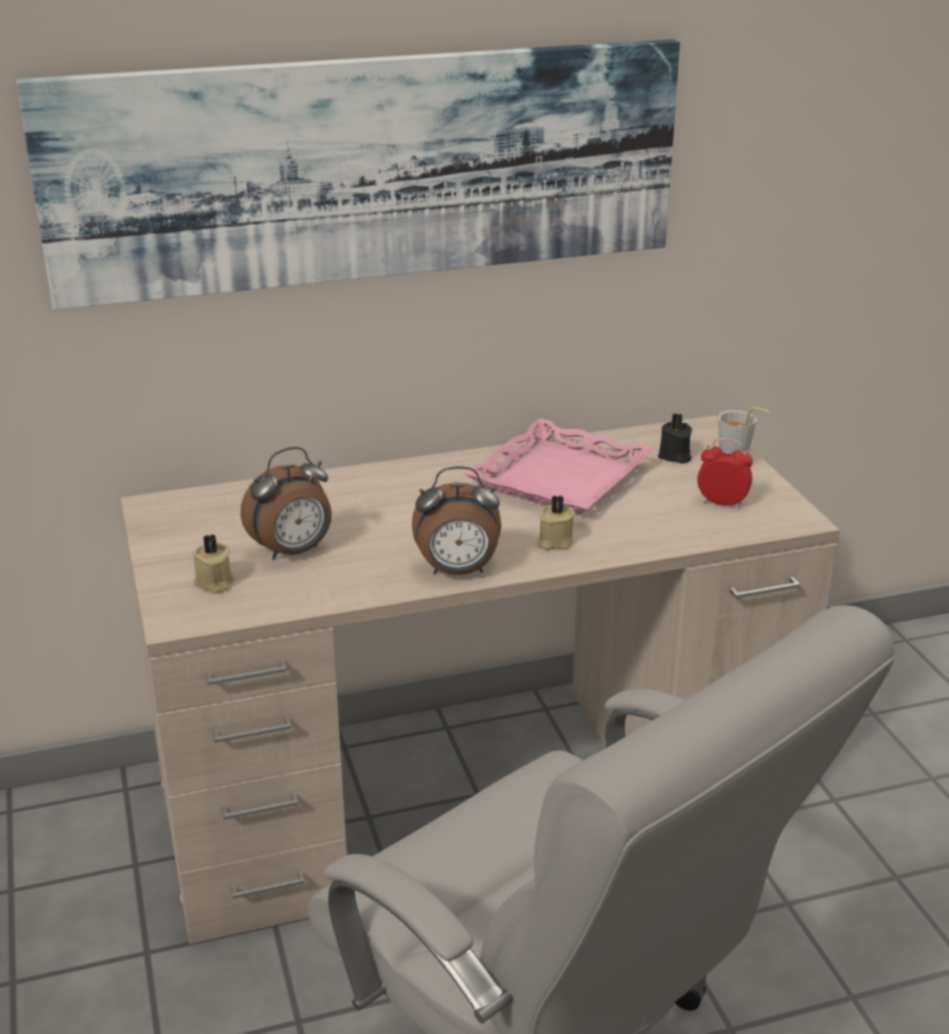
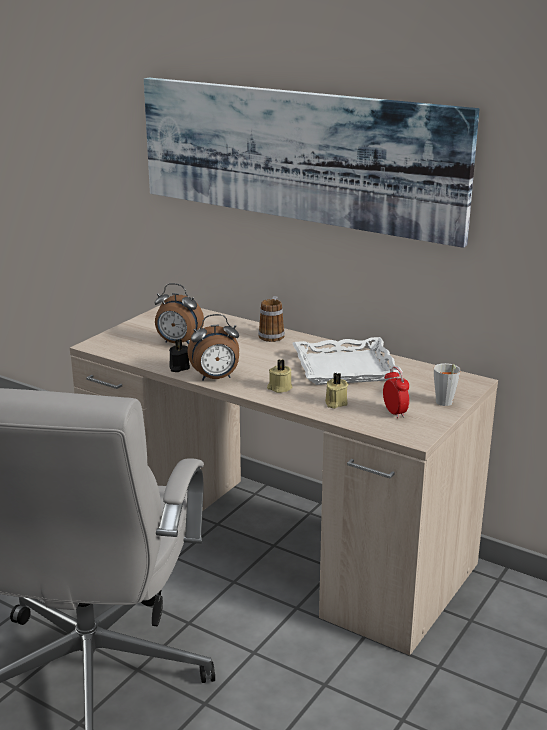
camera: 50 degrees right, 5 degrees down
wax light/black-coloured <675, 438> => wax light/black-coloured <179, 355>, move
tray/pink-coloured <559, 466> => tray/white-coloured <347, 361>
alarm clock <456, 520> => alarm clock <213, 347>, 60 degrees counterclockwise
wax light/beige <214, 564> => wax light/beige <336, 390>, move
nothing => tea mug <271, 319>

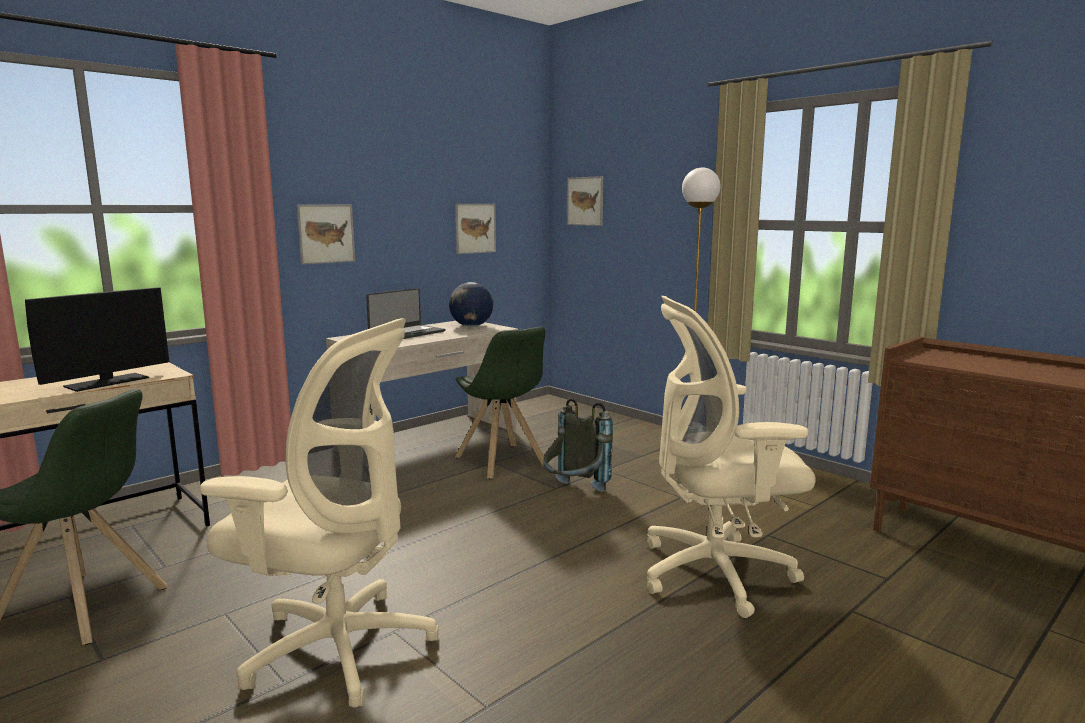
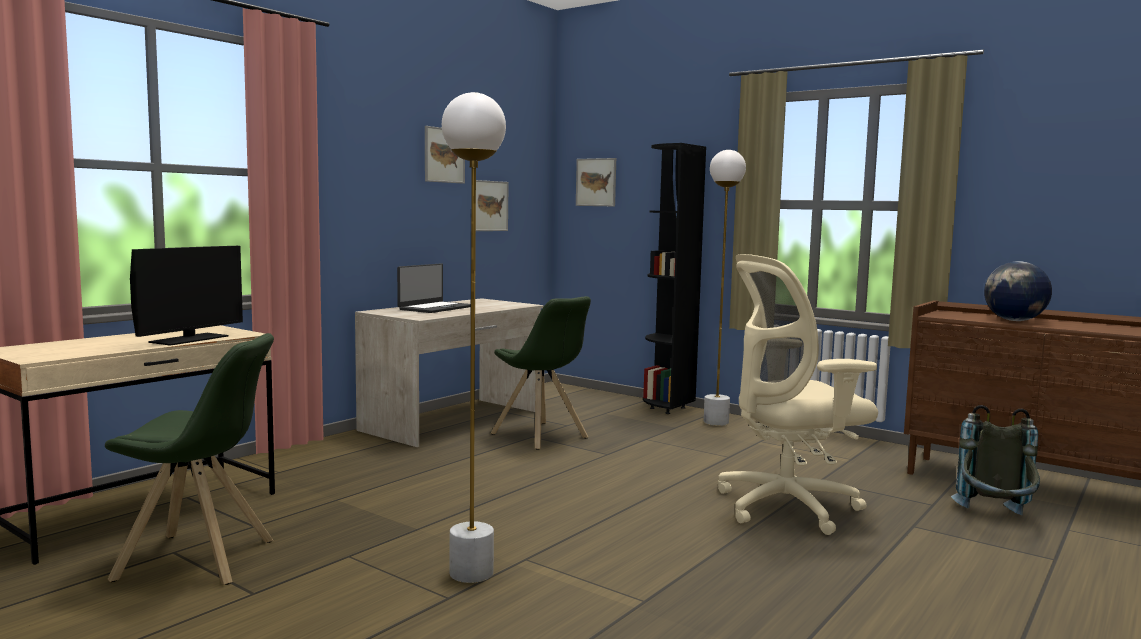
camera: 10 degrees left, 5 degrees down
wall picture <326, 234> => wall picture <445, 155>, move
globe <471, 304> => globe <1018, 291>, move
computer chair/beige <319, 512> => standing lamp/white-coloured <474, 337>
rucksack/greyish <578, 445> => rucksack/greyish <995, 460>, move
nothing => shelving unit/black-coloured <674, 278>

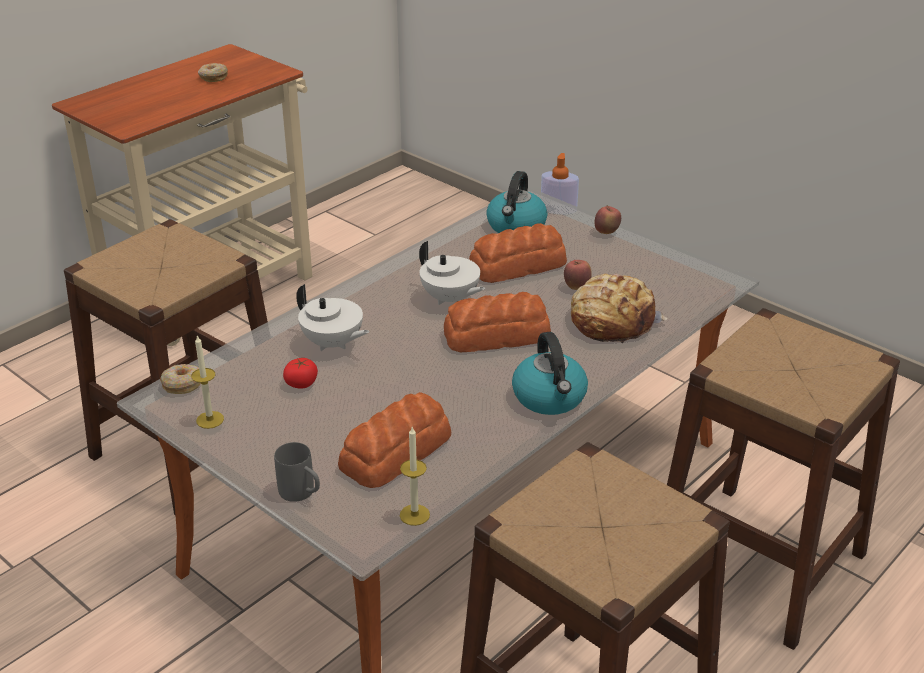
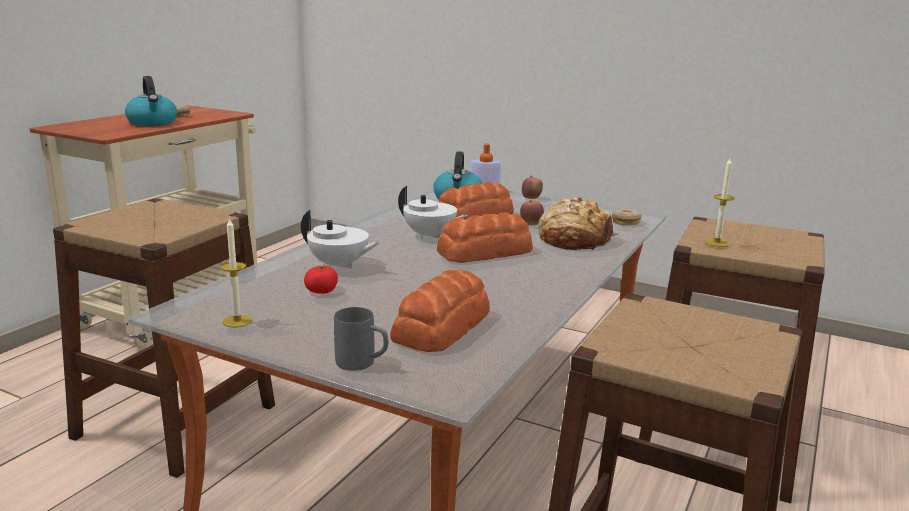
camera: 15 degrees left, 15 degrees down
kettle <550, 373> => kettle <151, 101>, move
donut <180, 379> => donut <627, 217>, move
wax light <415, 476> => wax light <720, 202>, move

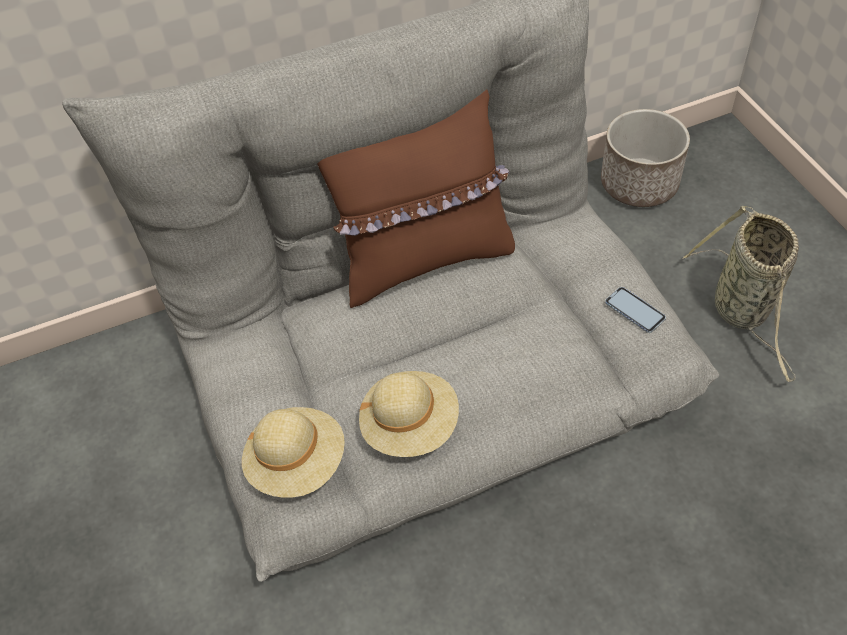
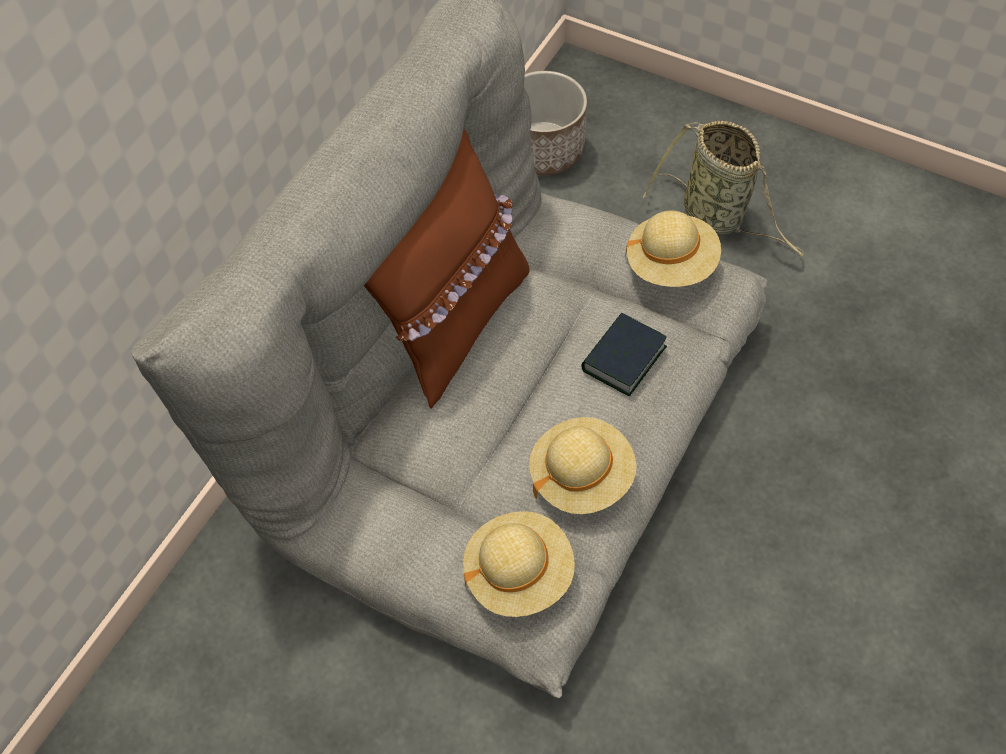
camera: 40 degrees left, 5 degrees up
handset <635, 310> => hat/beige <673, 248>
nothing => book <624, 354>

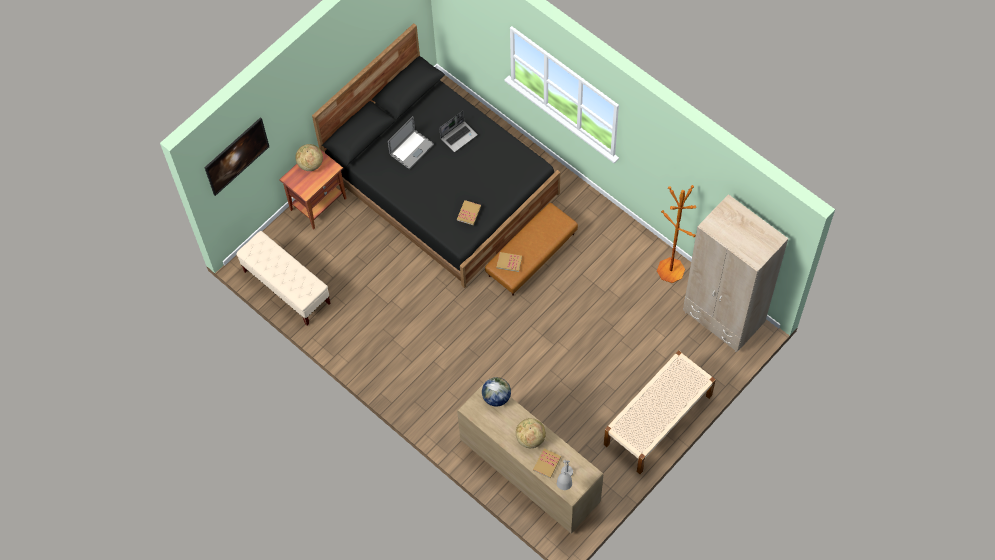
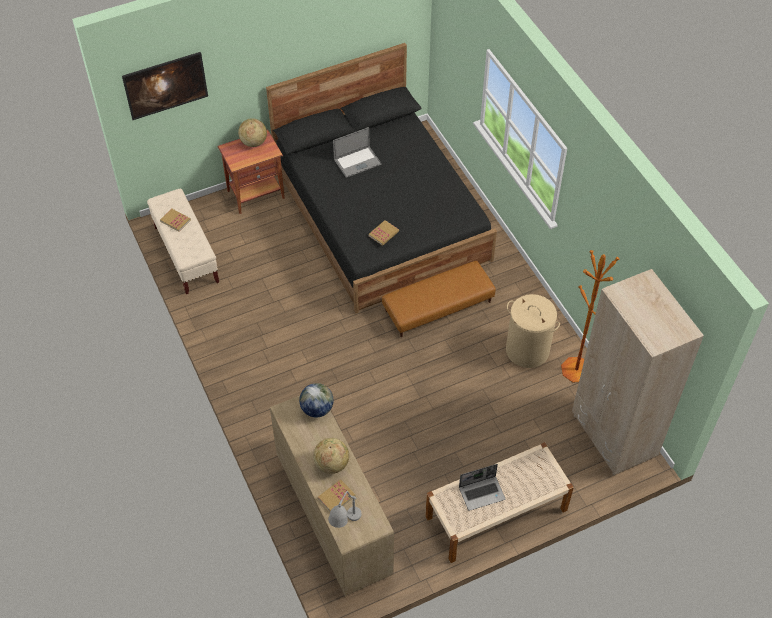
camera: 20 degrees right, 10 degrees down
portable computer <458, 131> => portable computer <482, 487>, move
book <509, 262> => book <175, 220>, move
nothing => washing basket/beige <533, 331>

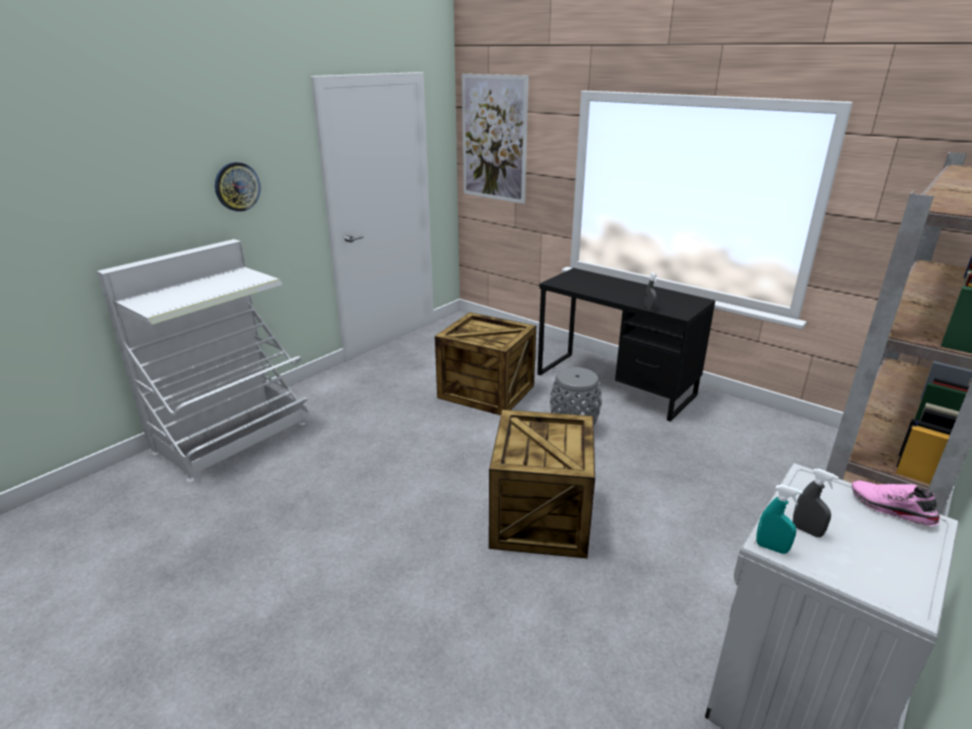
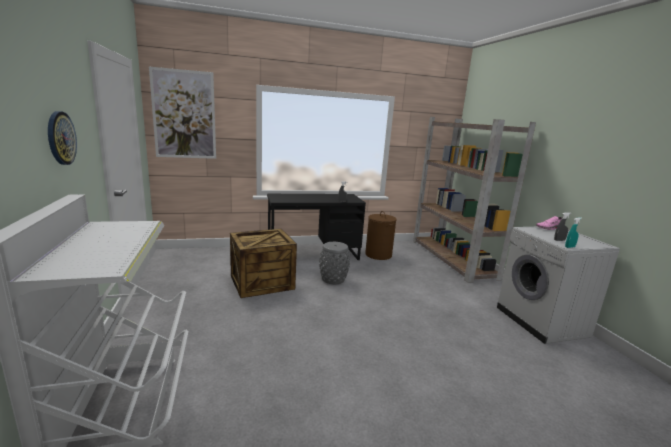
camera: 55 degrees left, 10 degrees down
shipping crate <542, 484> => nothing
nothing => washing basket/brown-coloured <381, 235>

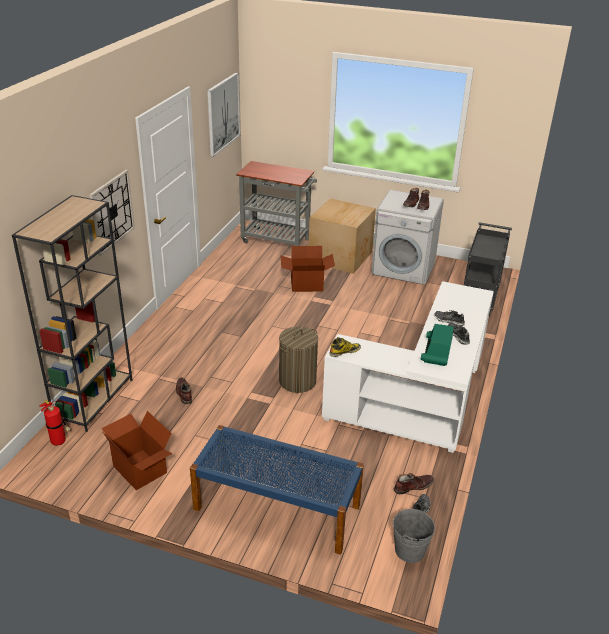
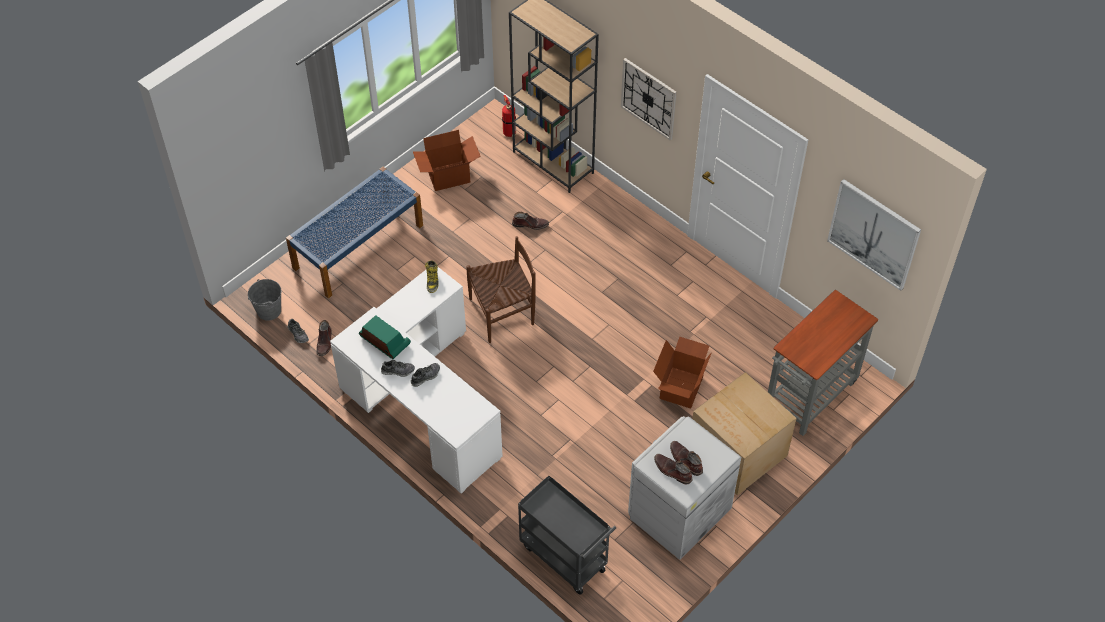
camera: 115 degrees right, 20 degrees up
washing basket <298, 359> => plain chair/brown-coloured <501, 289>

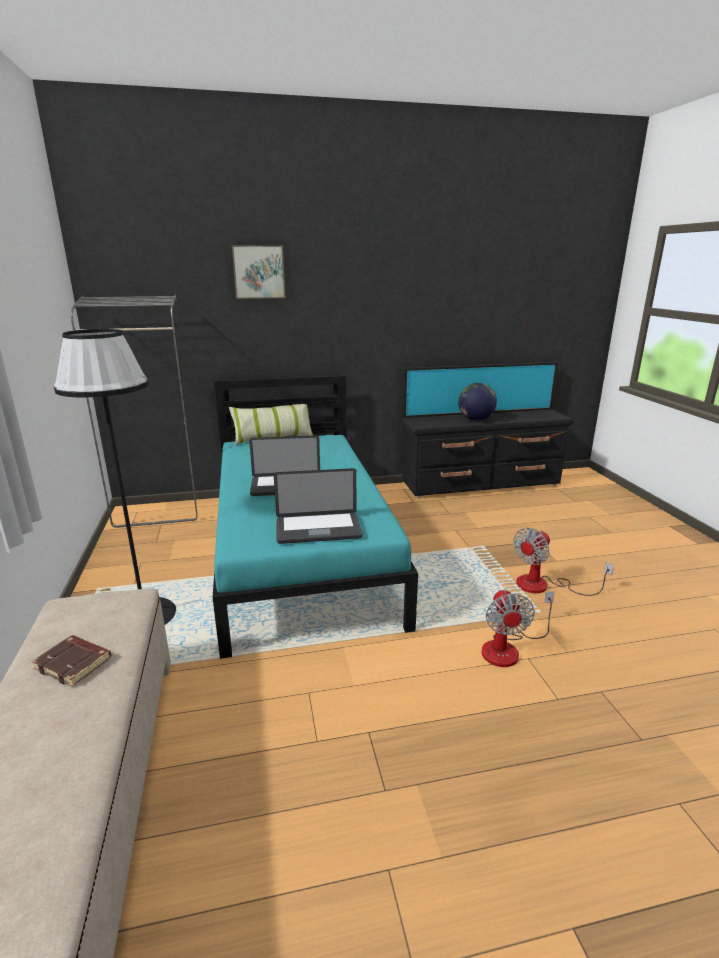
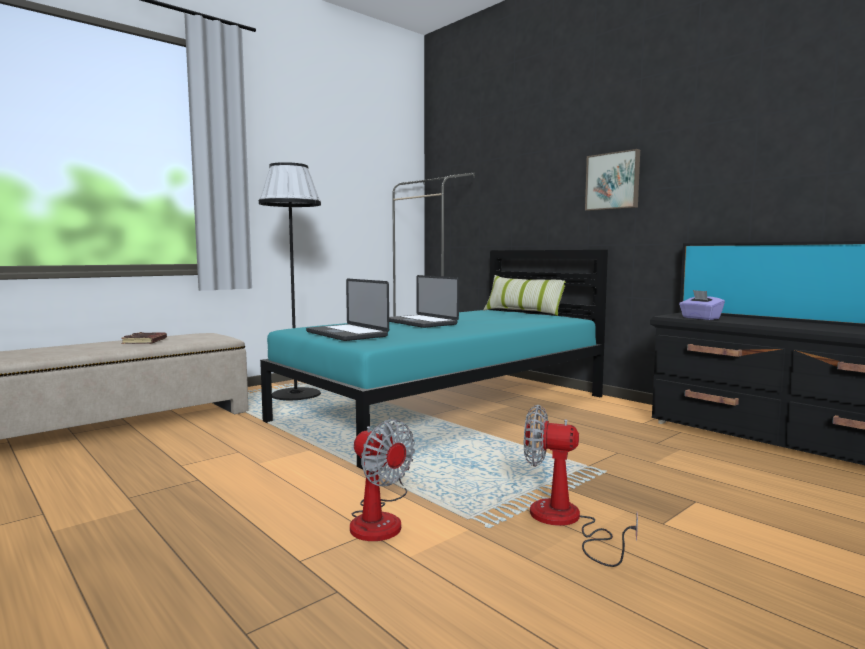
camera: 60 degrees right, 15 degrees down
wall picture <258, 272> => wall picture <612, 180>, move
globe <477, 402> => nothing
cooling fan <518, 628> => cooling fan <382, 480>, 105 degrees counterclockwise
nothing => box of tissues/purple-coloured <702, 305>

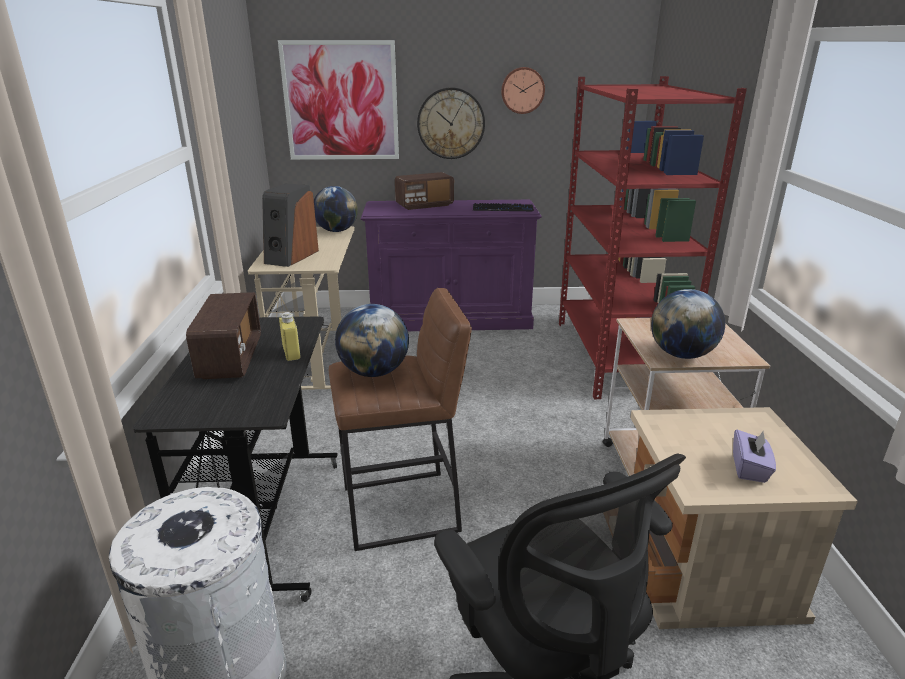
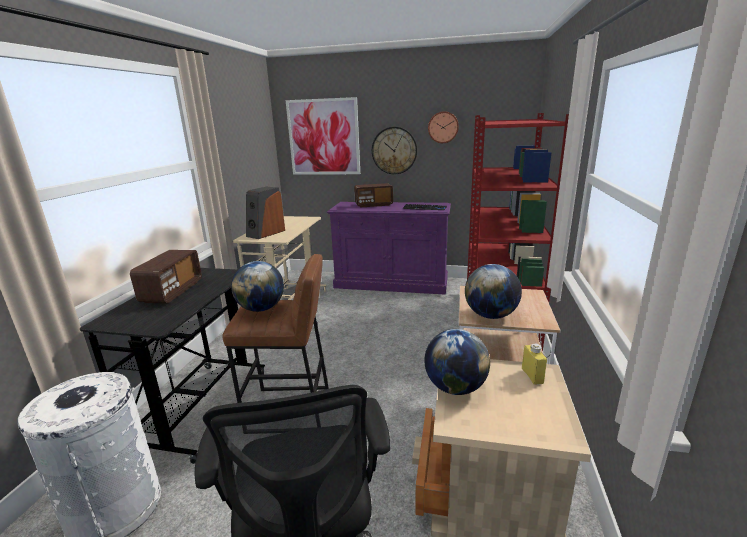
camera: 15 degrees right, 5 degrees down
globe <336, 209> => globe <457, 362>, move
bottle/yellow-coloured <289, 336> => bottle/yellow-coloured <534, 364>, move
box of tissues/purple-coloured <754, 456> => nothing

